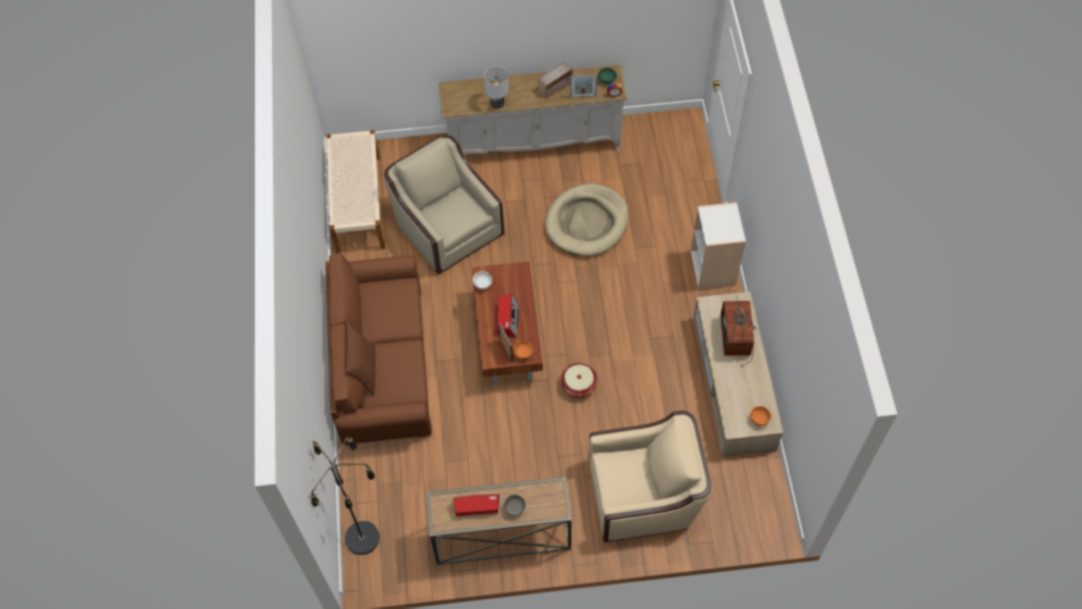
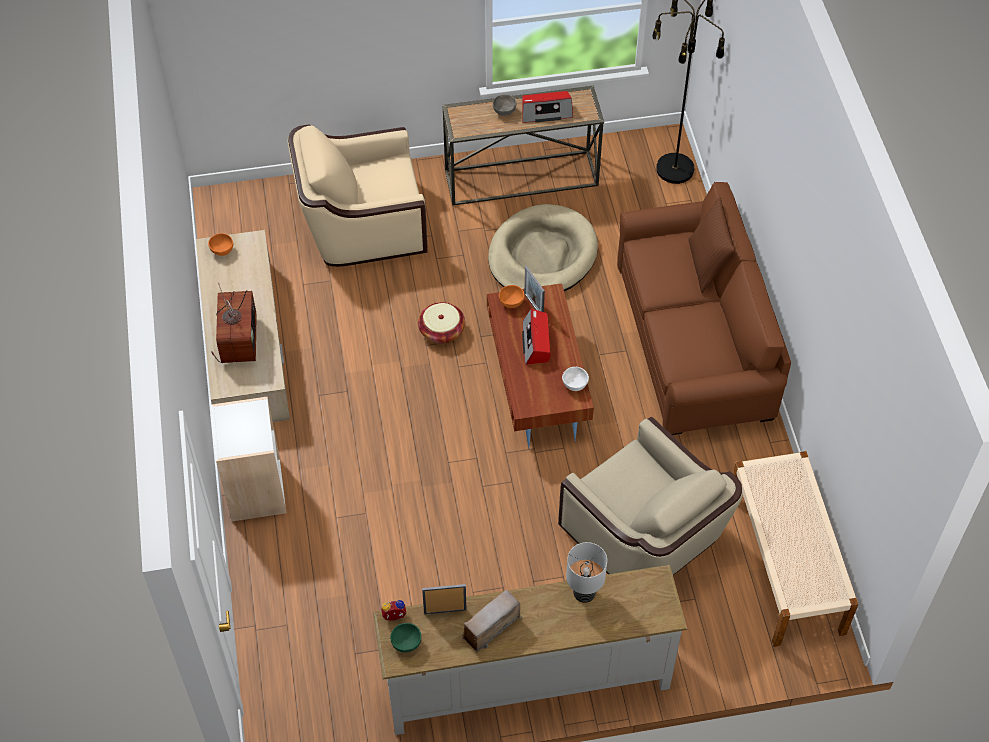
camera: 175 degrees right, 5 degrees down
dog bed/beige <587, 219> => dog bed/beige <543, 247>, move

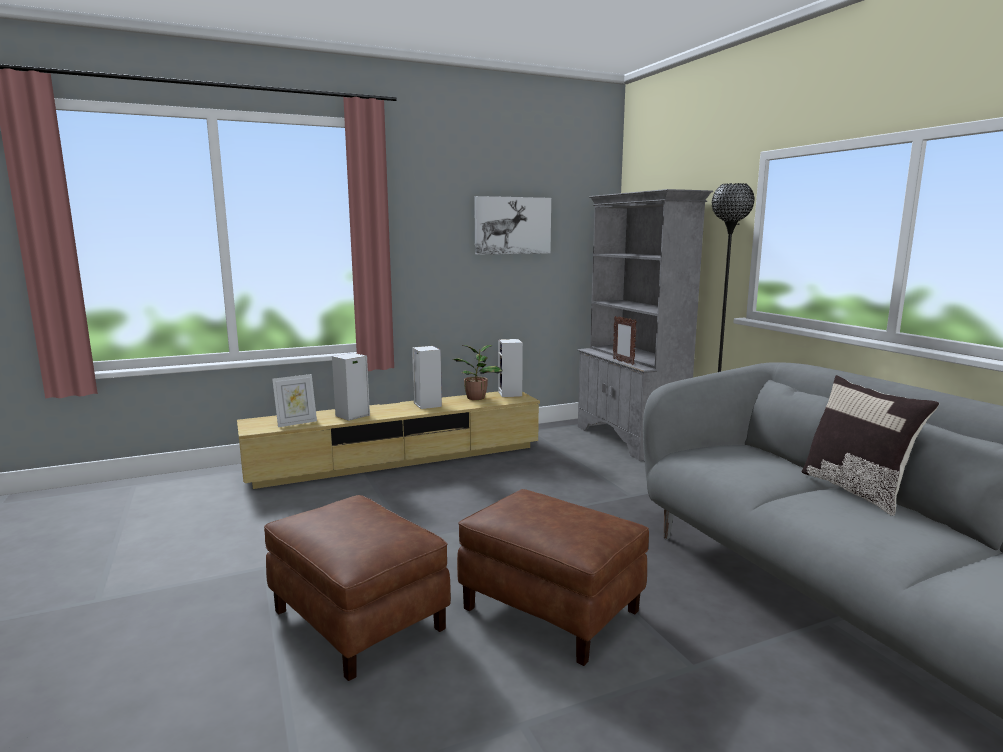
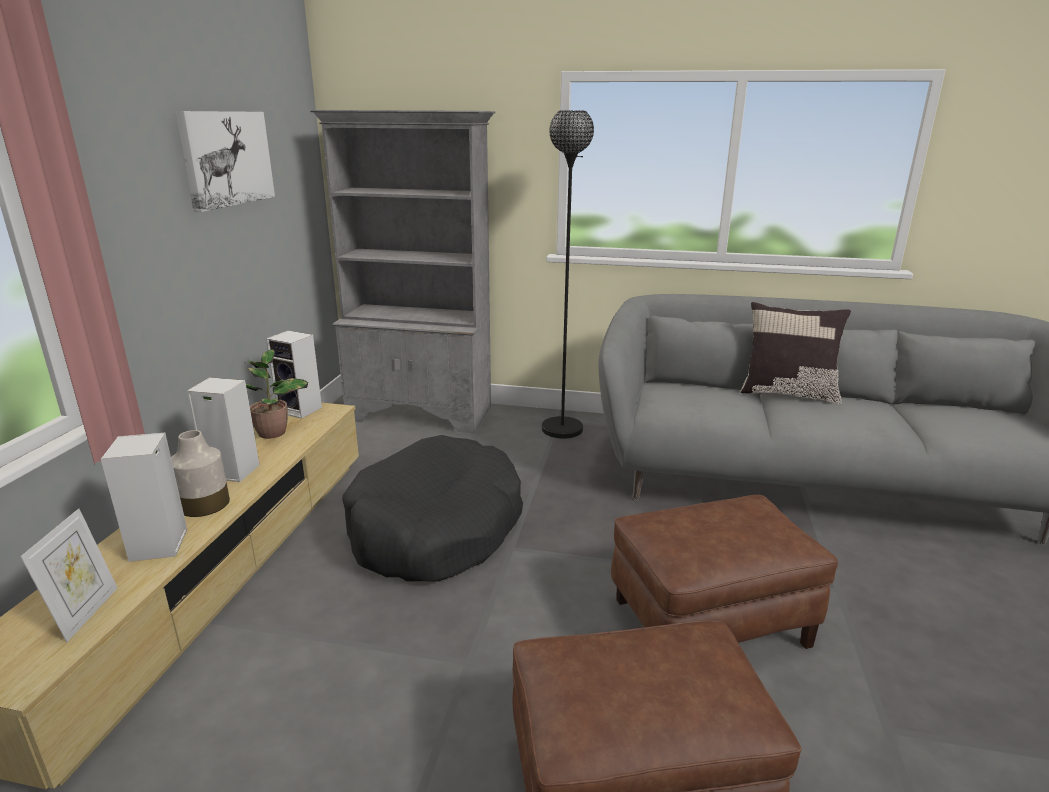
camera: 55 degrees left, 10 degrees up
standing frame <625, 340> => nothing
nothing => decorative vase/beige <200, 473>
nothing => dog bed/black-coloured <432, 508>

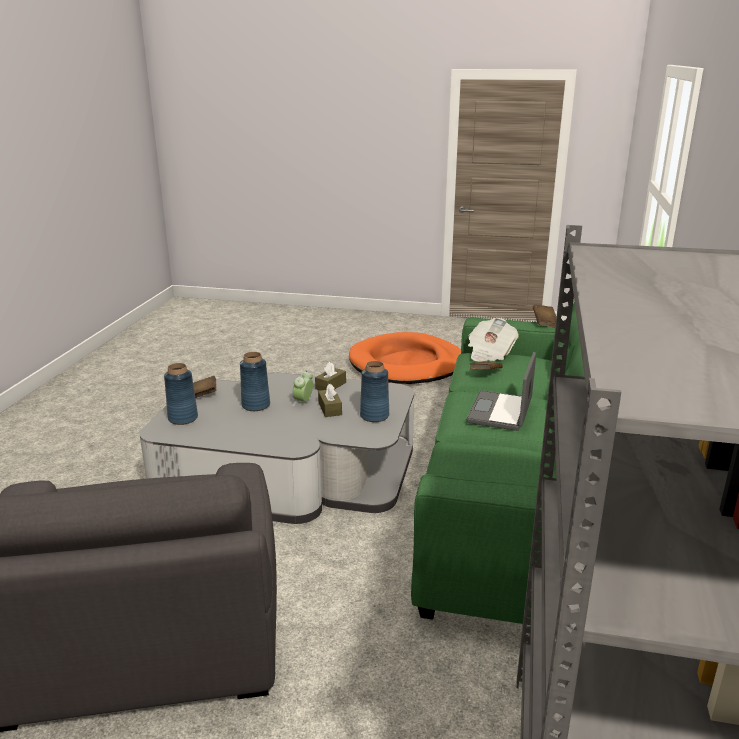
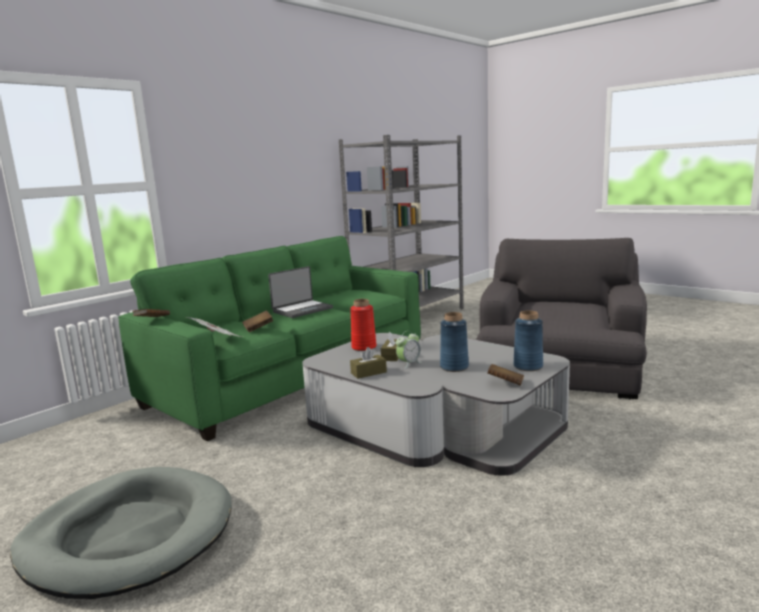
camera: 150 degrees left, 10 degrees down
dog bed/orange <405, 358> => dog bed/greyish <121, 533>
decorative vase/blue-coloured <374, 391> => decorative vase/reddish <363, 325>

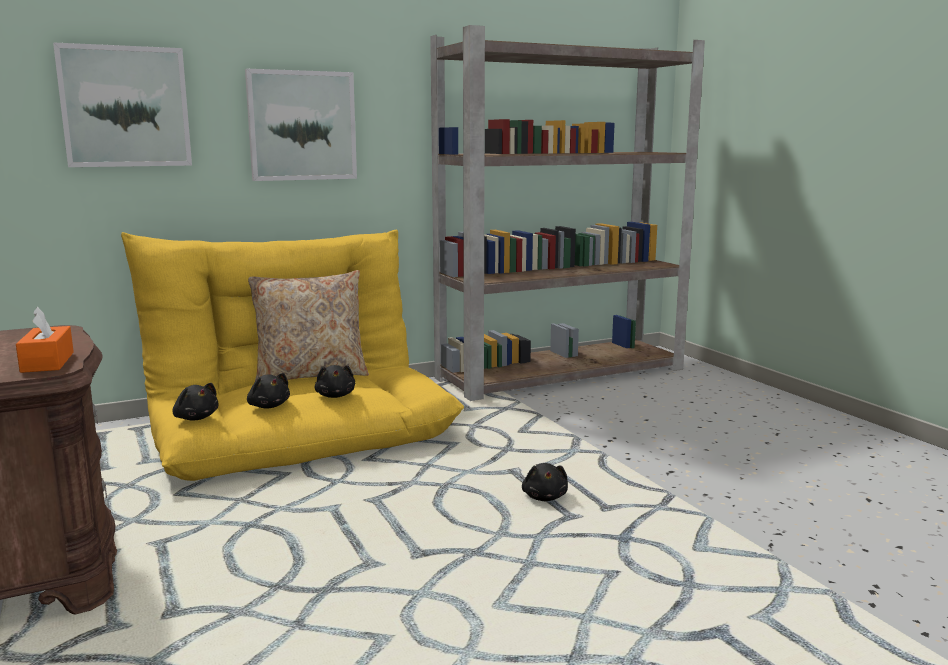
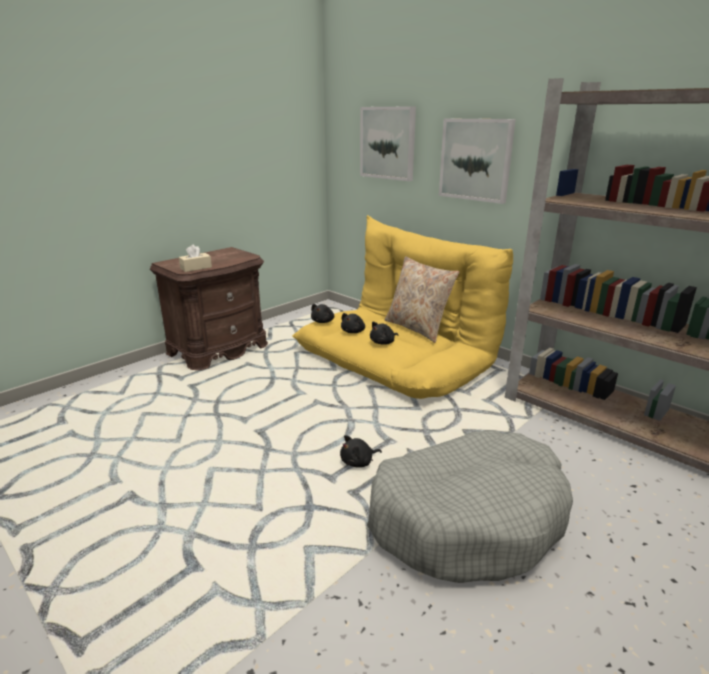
camera: 70 degrees right, 10 degrees up
box of tissues/orange <45, 340> => box of tissues/beige <195, 258>
nothing => dog bed/greyish <470, 506>

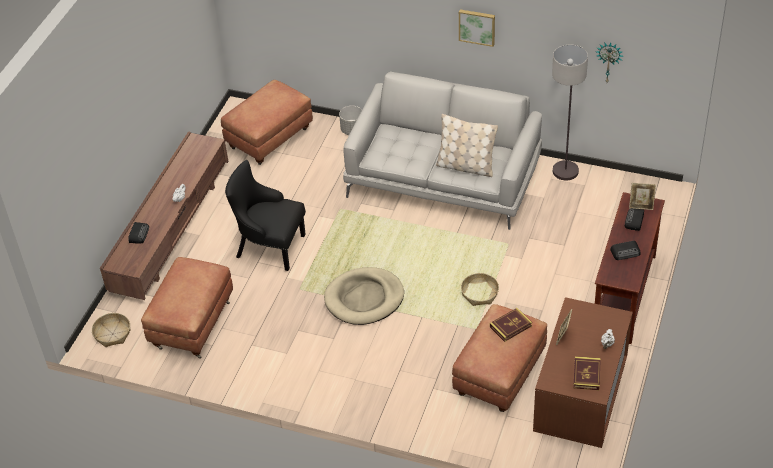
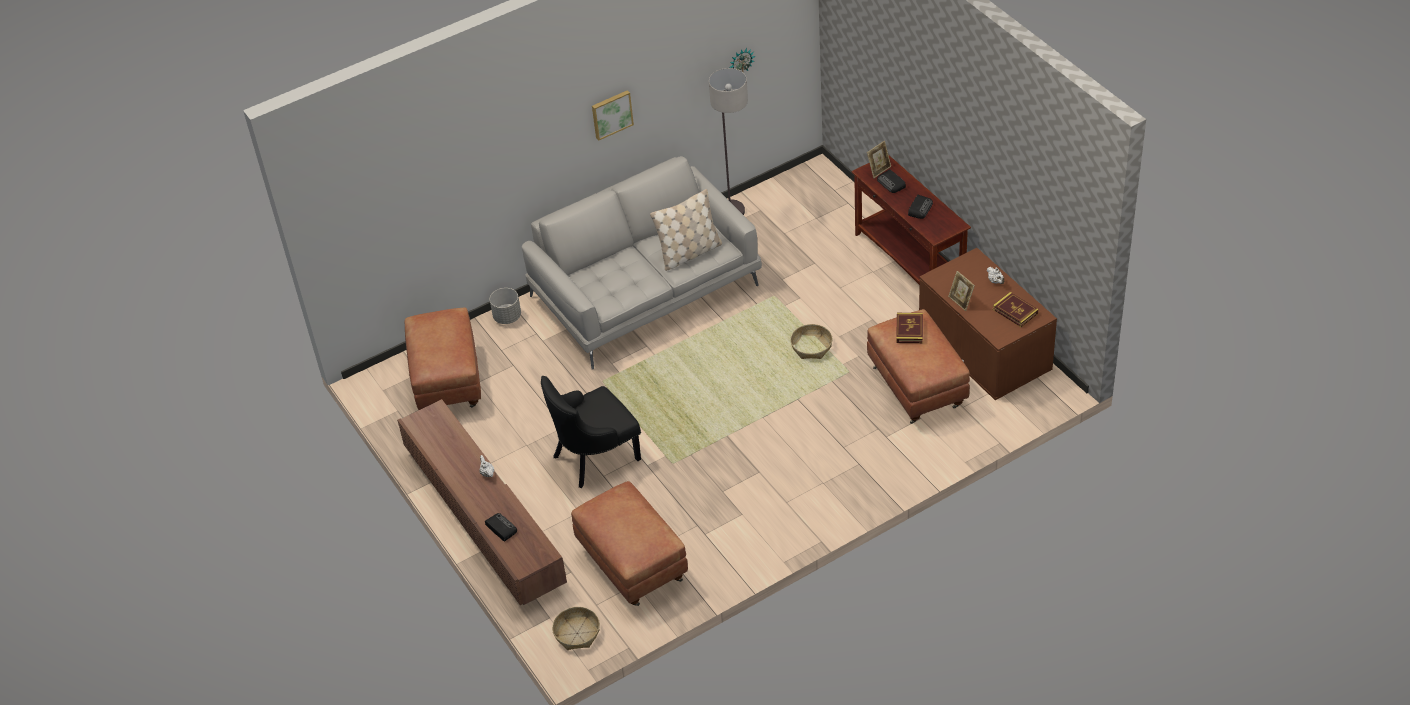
camera: 50 degrees left, 0 degrees up
dog bed/beige <364, 296> => nothing

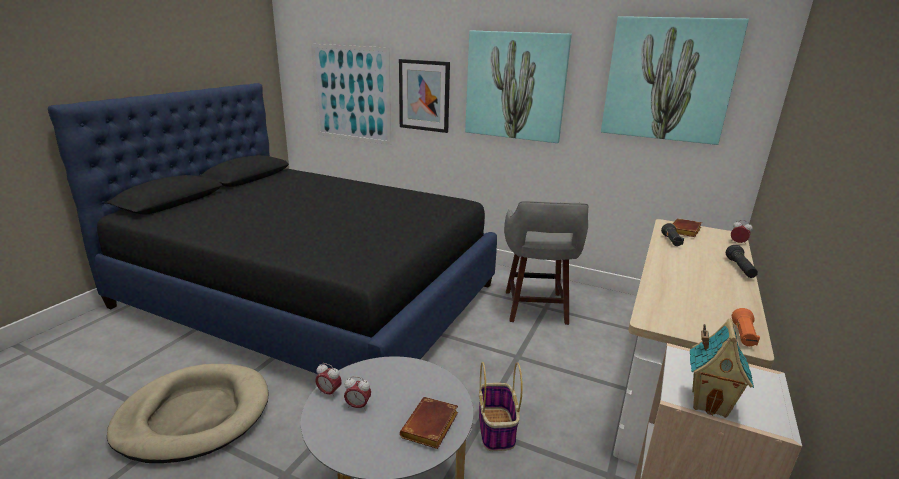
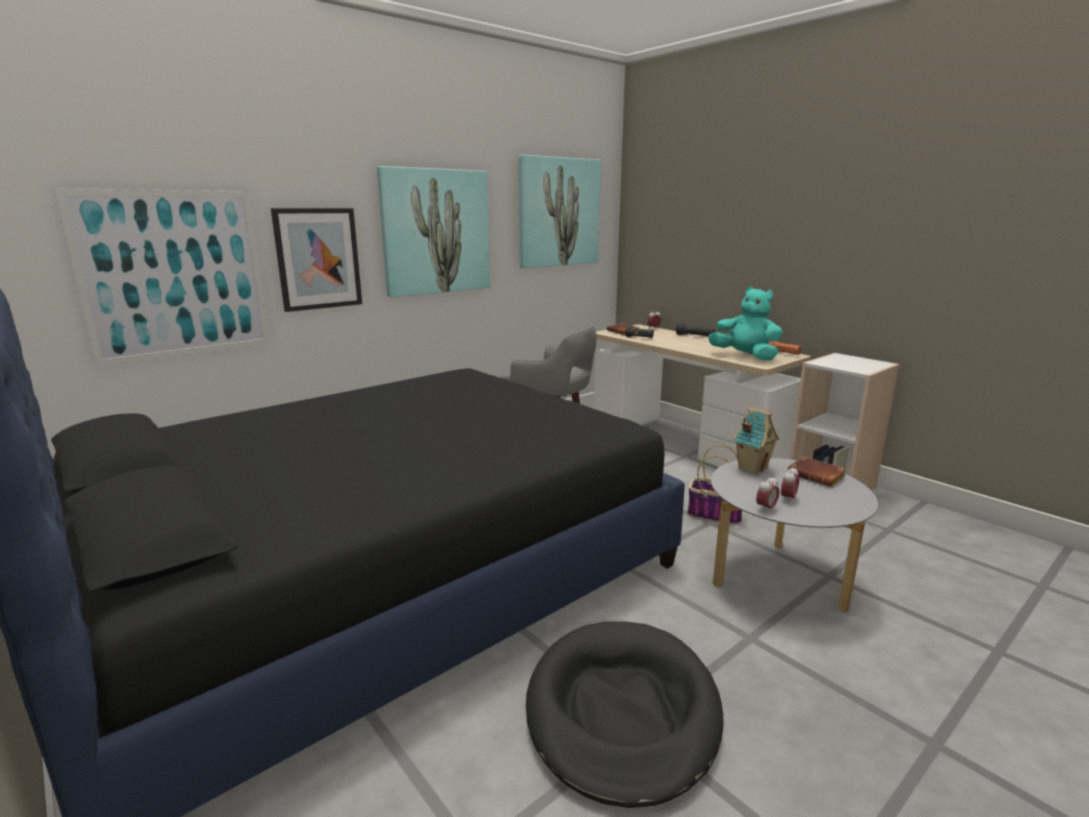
camera: 65 degrees left, 5 degrees down
model house <722, 368> => model house <756, 440>, move
dog bed/beige <188, 413> => dog bed/black-coloured <625, 714>
nothing => soft toy/turquoise-coloured <745, 324>

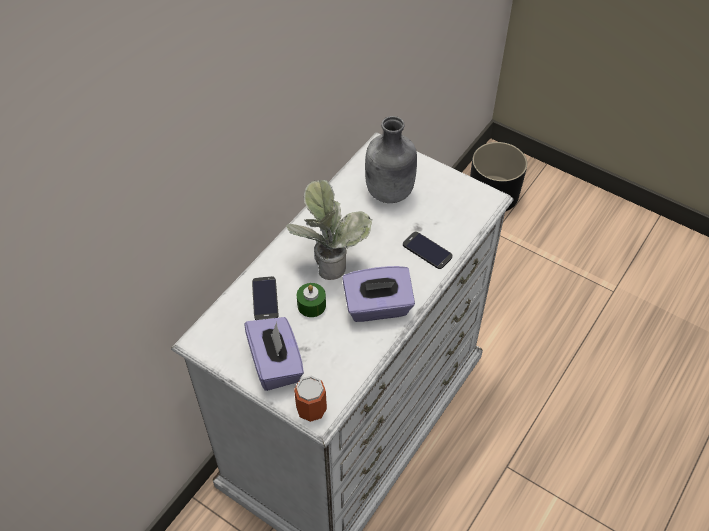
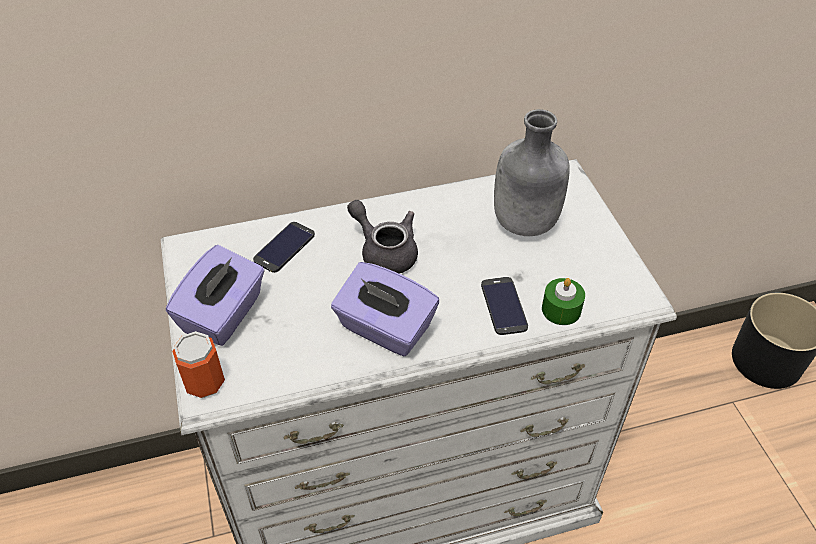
camera: 40 degrees right, 5 degrees down
plant in a pot <329, 230> => tea pot/greyish <382, 237>
wax light/greenish <311, 300> => wax light/greenish <563, 301>, move

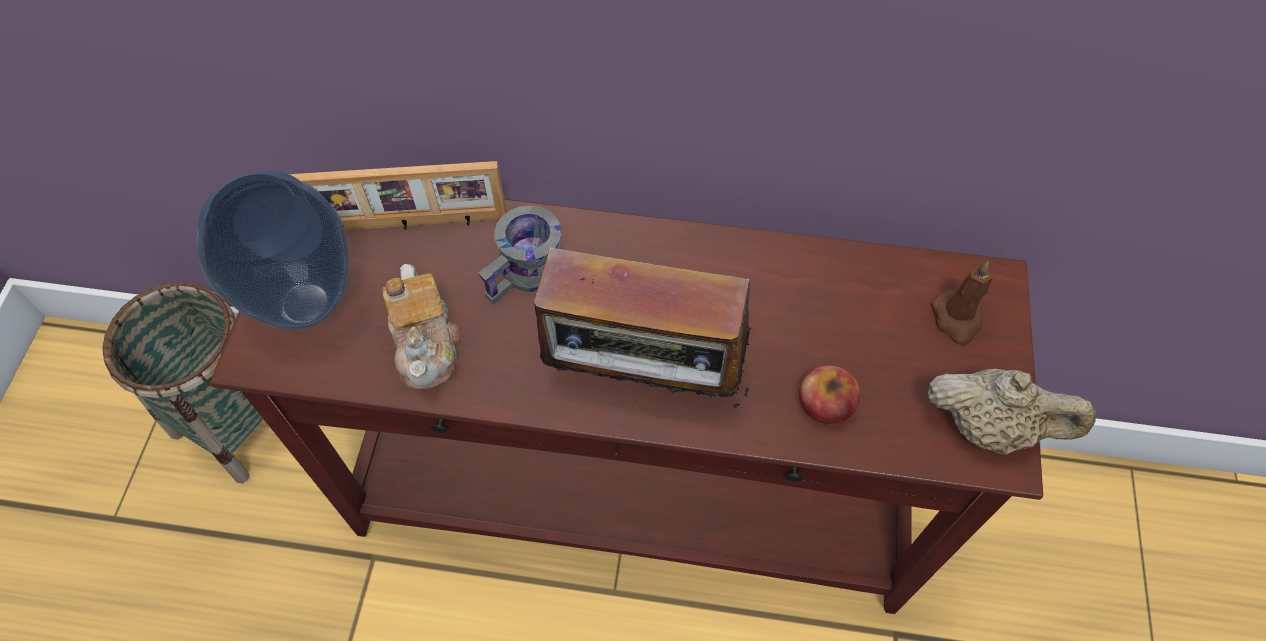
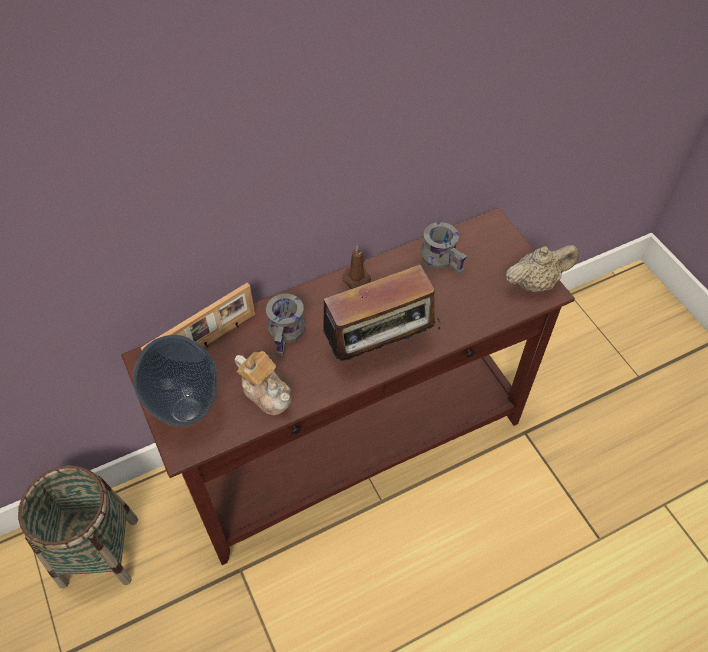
camera: 35 degrees left, 5 degrees down
wax light/brown-coloured <962, 303> => wax light/brown-coloured <356, 267>, move
apple <830, 394> => nothing
nothing => tea mug/greyish <444, 248>

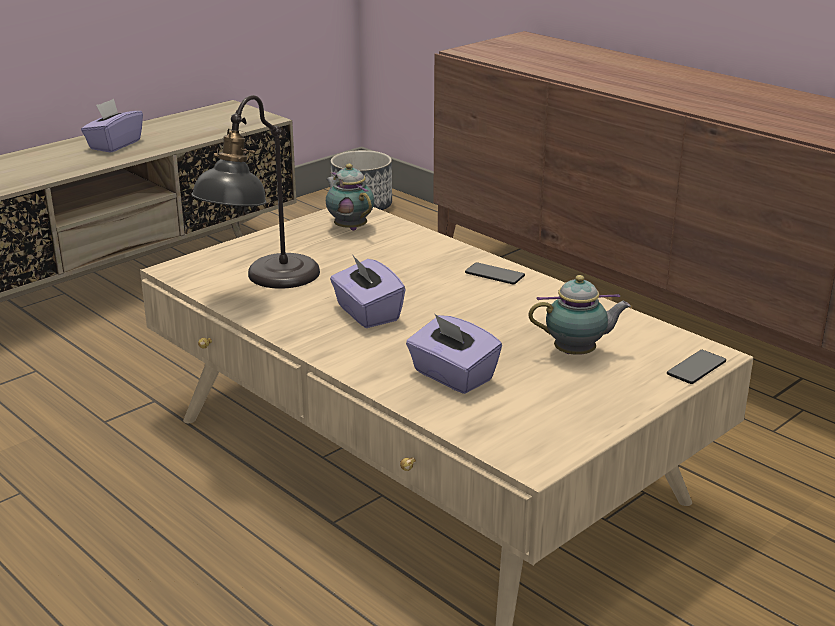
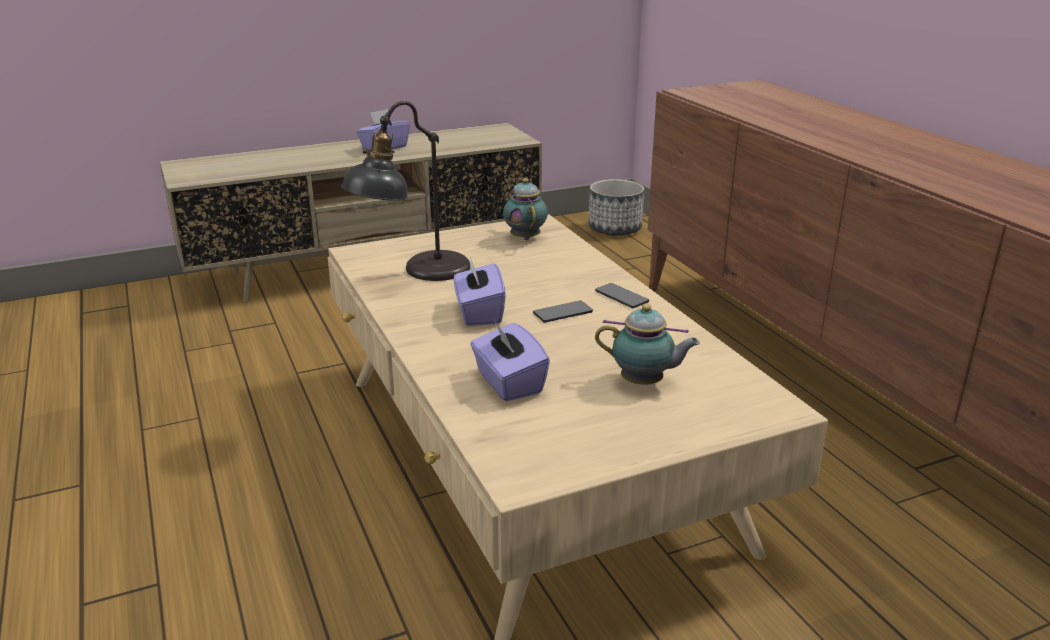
camera: 20 degrees right, 0 degrees up
handset <696, 367> => handset <563, 311>, move

